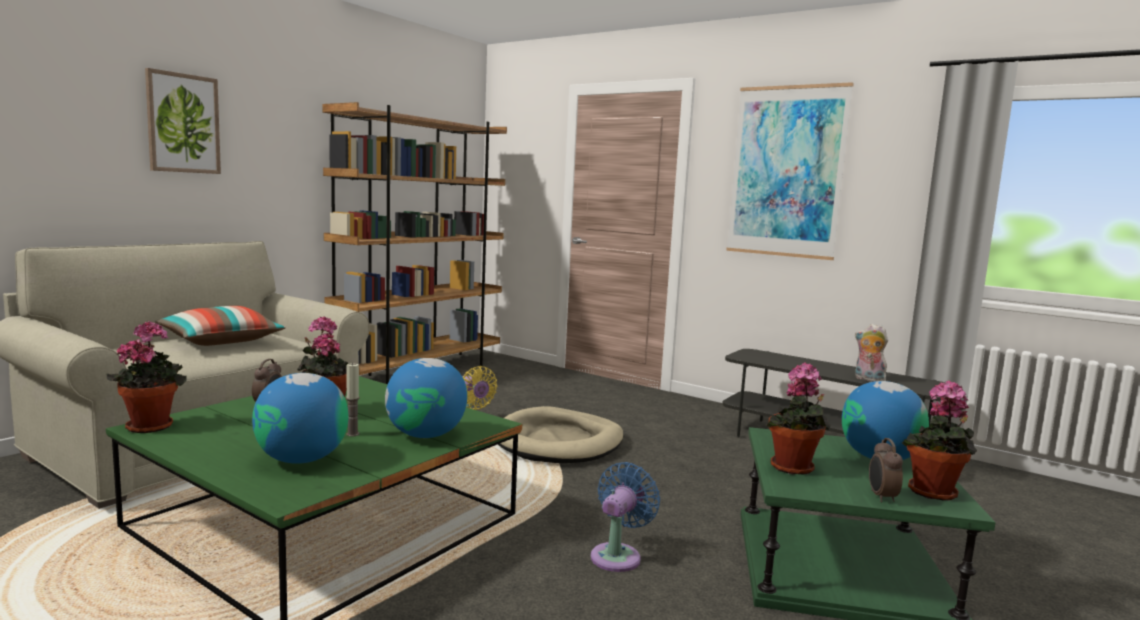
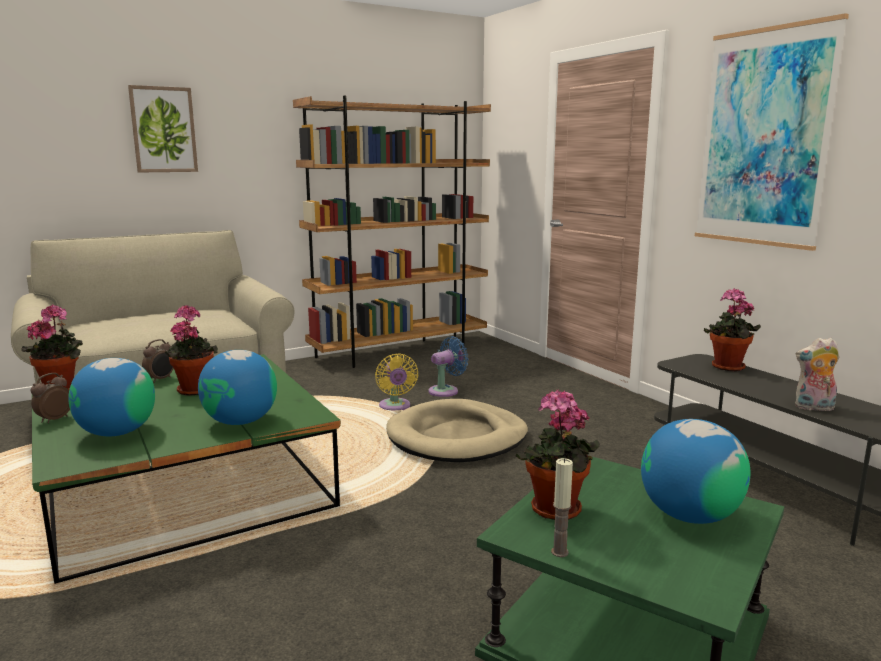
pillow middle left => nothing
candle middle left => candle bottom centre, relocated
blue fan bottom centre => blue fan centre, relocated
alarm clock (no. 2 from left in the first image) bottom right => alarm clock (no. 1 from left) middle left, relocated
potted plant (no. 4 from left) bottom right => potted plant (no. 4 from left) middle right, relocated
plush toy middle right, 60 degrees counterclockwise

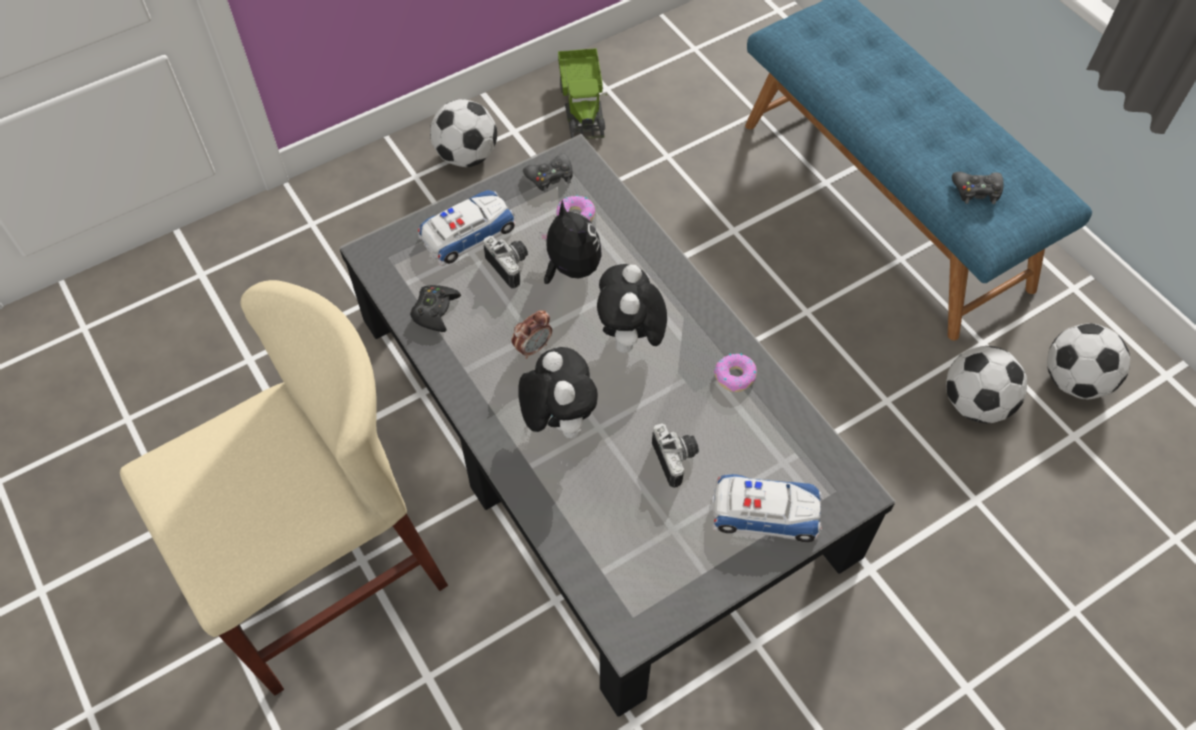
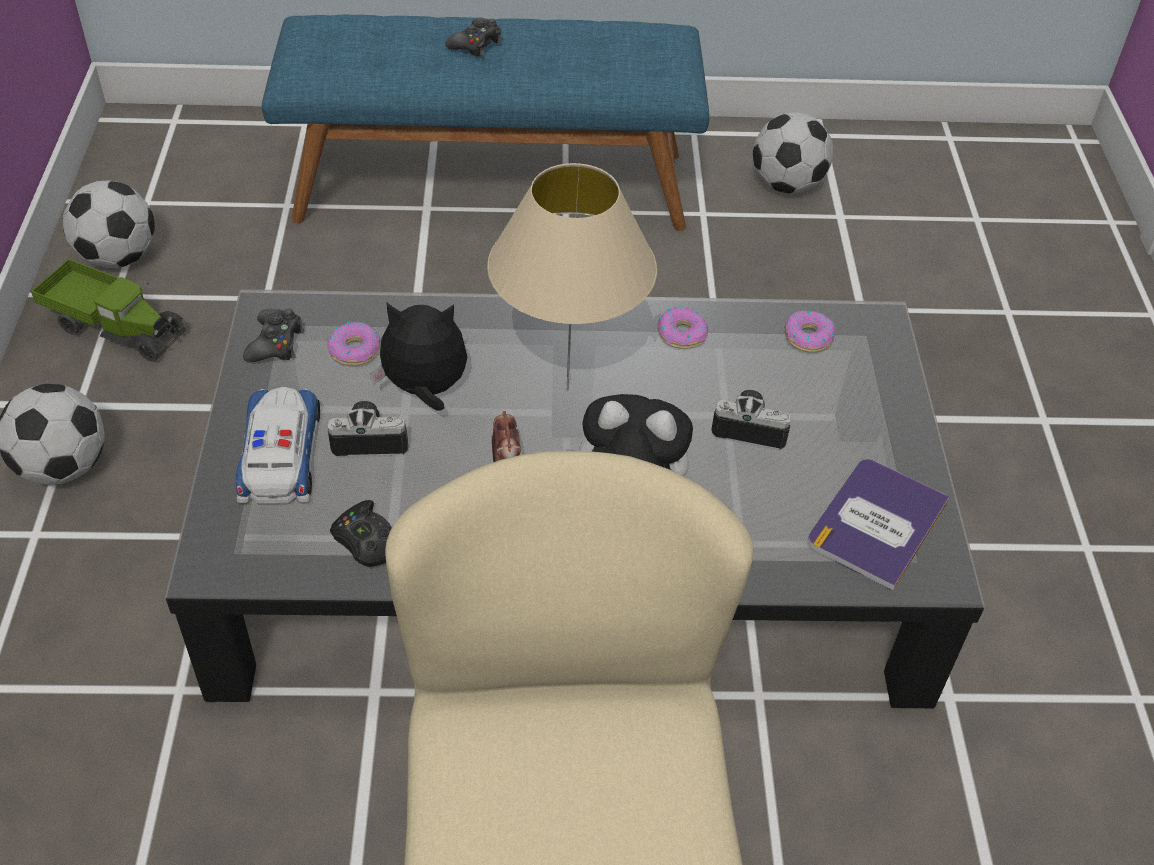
toy car (no. 2 from left) bottom centre => nothing
nothing => donut (no. 3 from left) middle right
nothing => book middle right
football (no. 2 from left) middle right => football (no. 2 from left) top left, relocated
black game controller (no. 3 from left) top right => black game controller (no. 3 from left) top centre, relocated
plush toy (no. 3 from left) centre => beige table lamp top centre

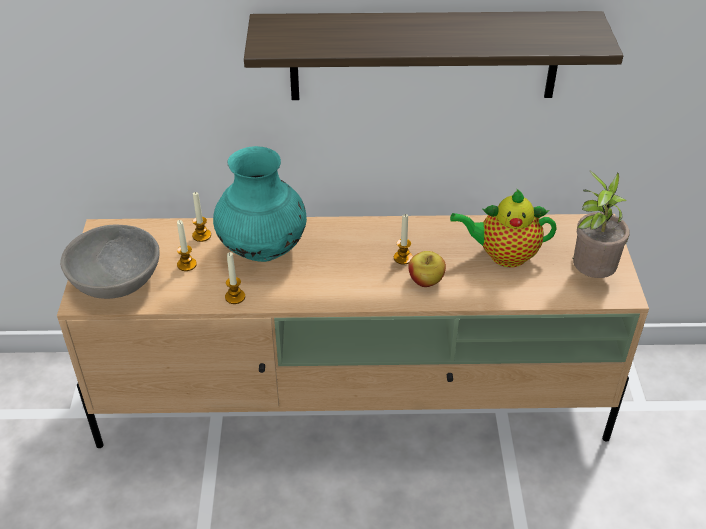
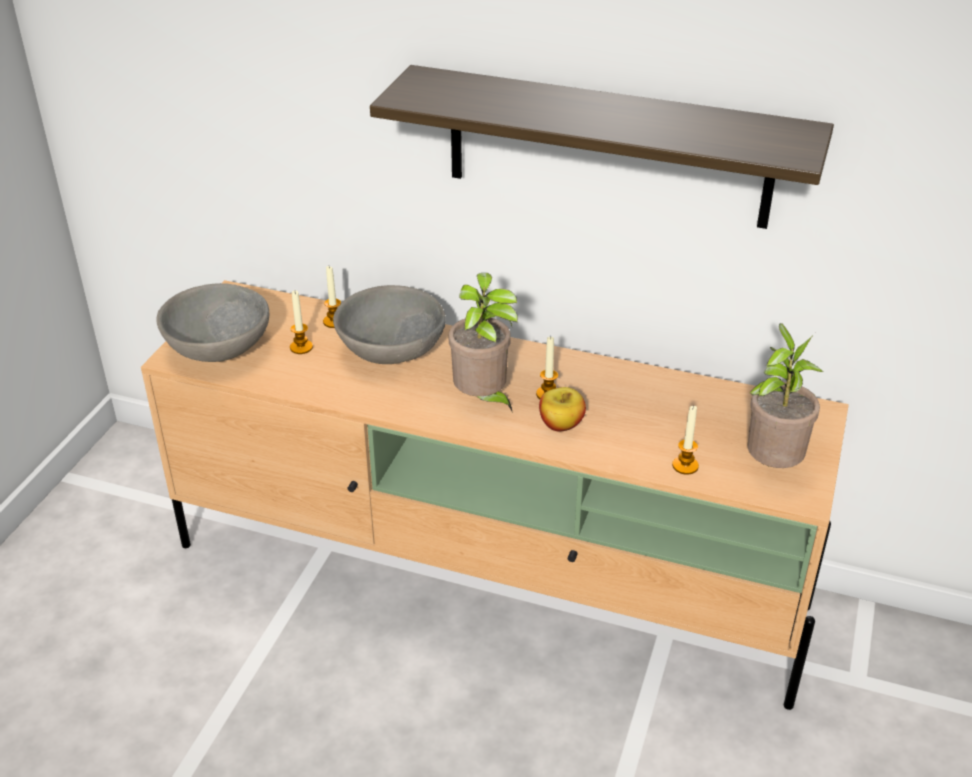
teapot middle right => nothing
nothing => potted plant (no. 1 from left) centre
candle (no. 3 from left in the first image) middle left => candle (no. 4 from left) middle right, relocated
turquoise vase centre => grey bowl (no. 2 from left) centre

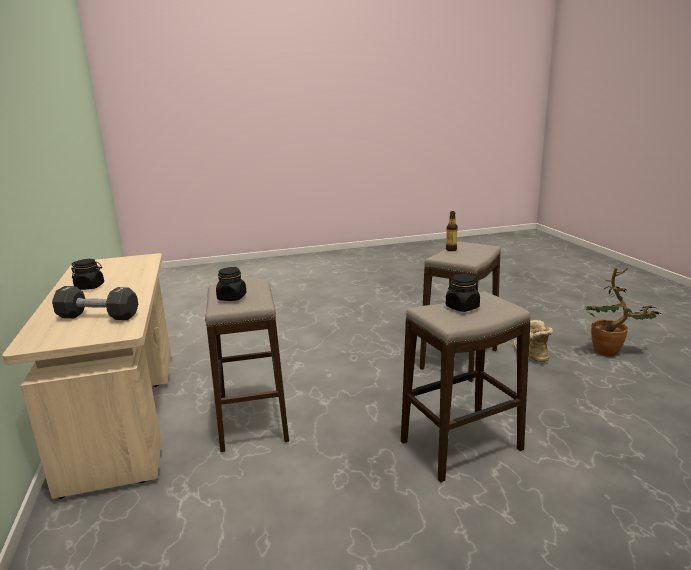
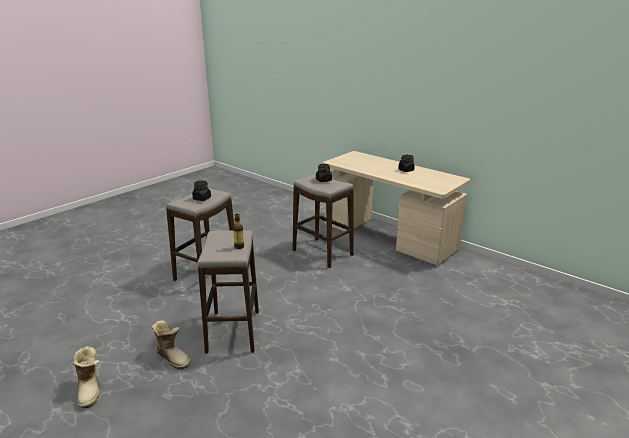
black dumbbell middle left => nothing
potted plant middle right => boot (no. 1 from left) bottom left

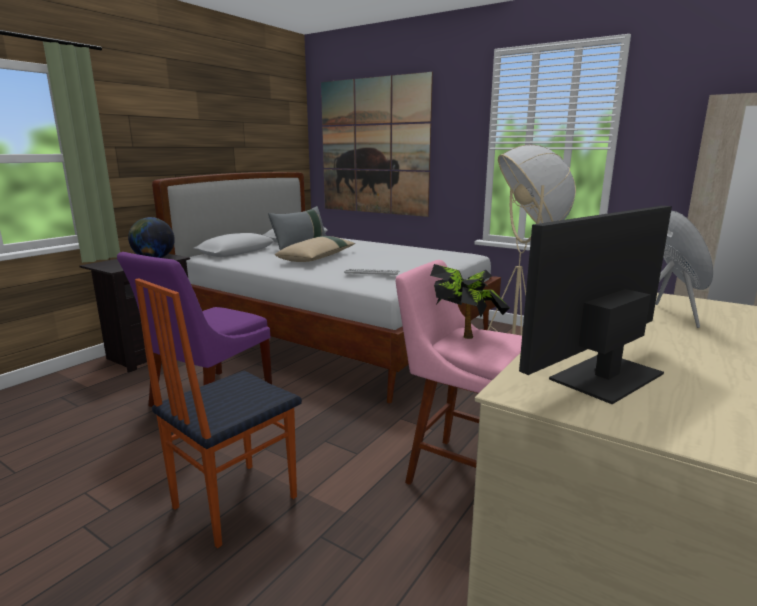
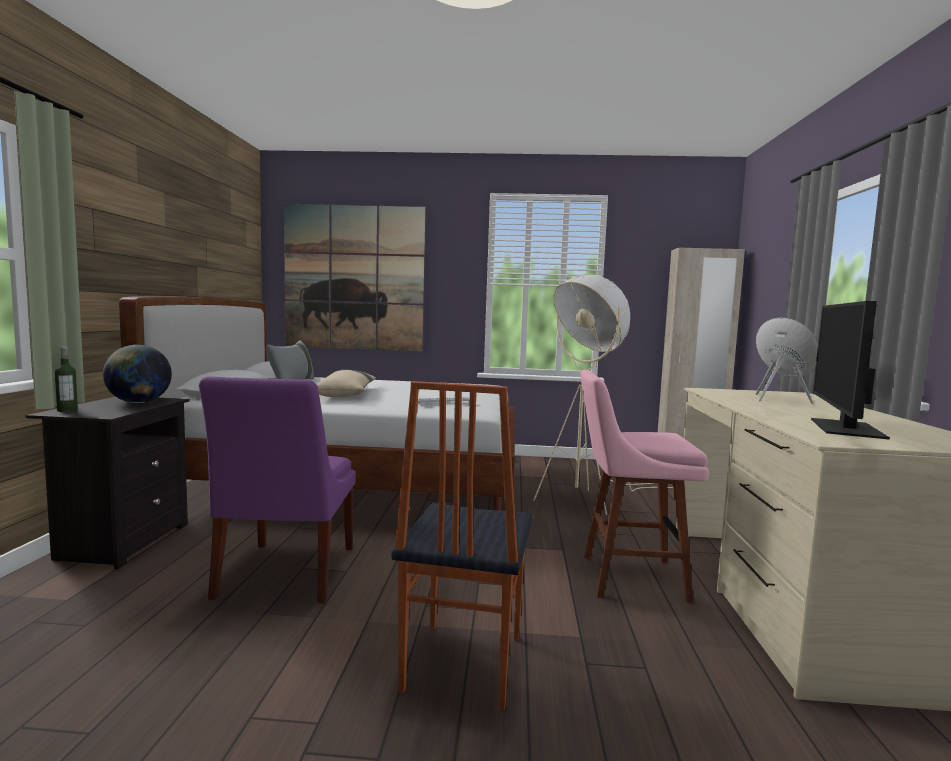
potted plant centre => nothing
nothing => bottle middle left

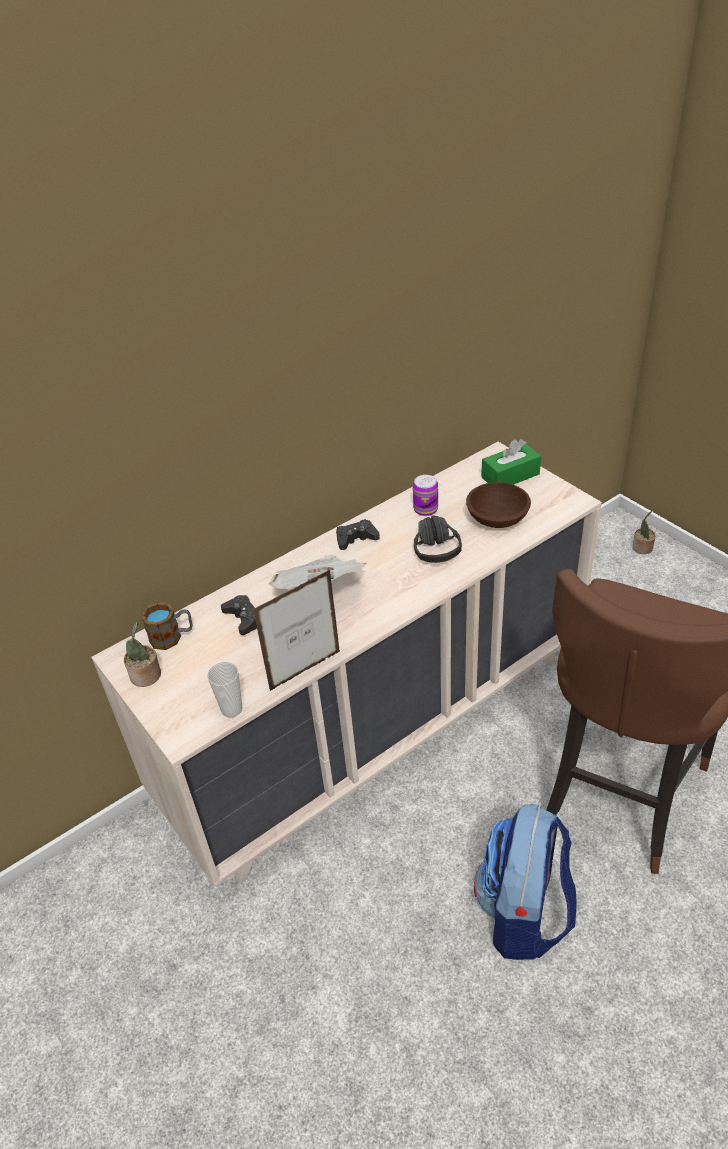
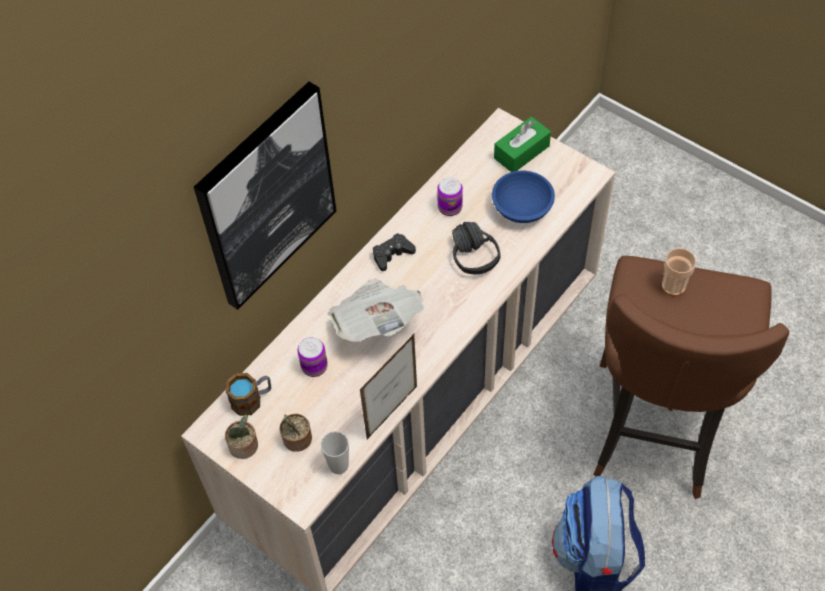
nothing => picture top left
nothing => cup (no. 2 from left) middle right
potted plant (no. 2 from left) middle right => potted plant (no. 2 from left) bottom centre, relocated
black game controller (no. 1 from left) middle left => can (no. 1 from left) centre
brown bowl middle right => blue bowl centre

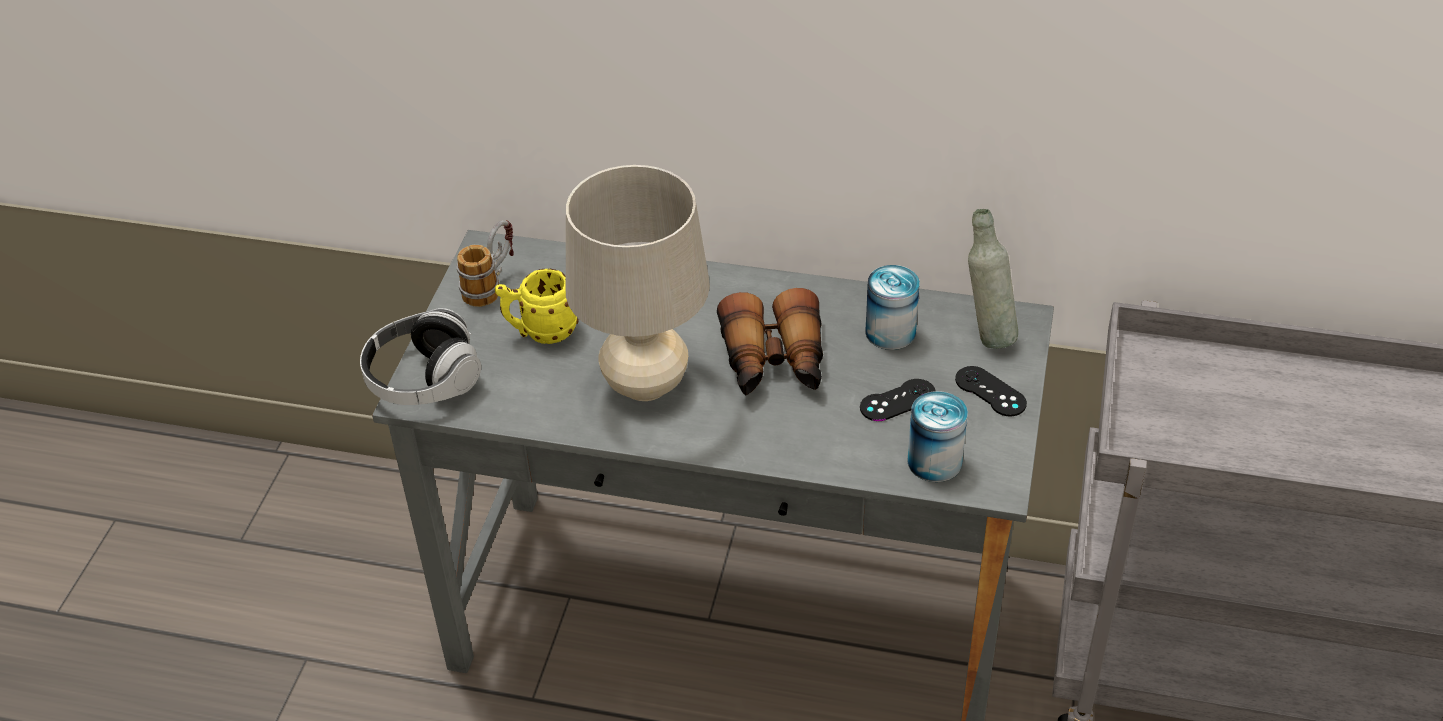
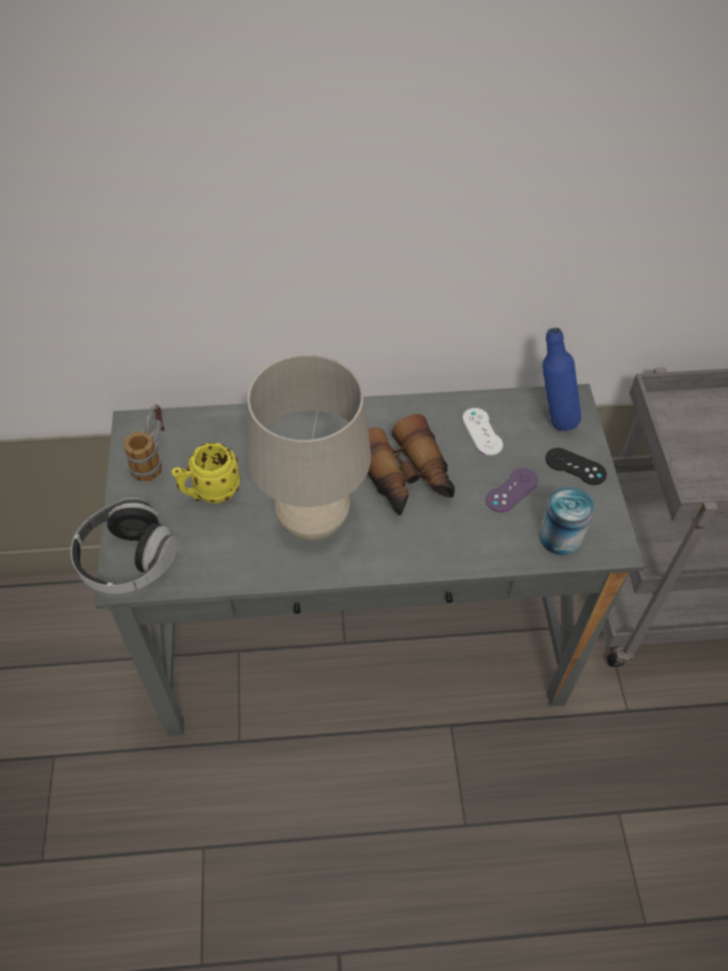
can (no. 1 from left) centre => white game controller centre
black game controller (no. 1 from left) centre => purple game controller middle right
grey bottle middle right => blue bottle middle right

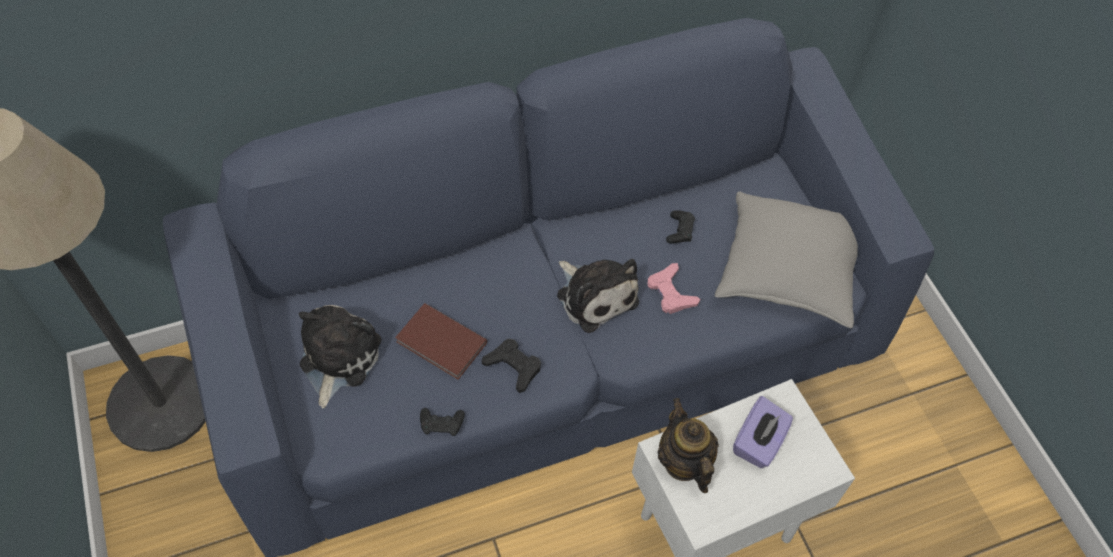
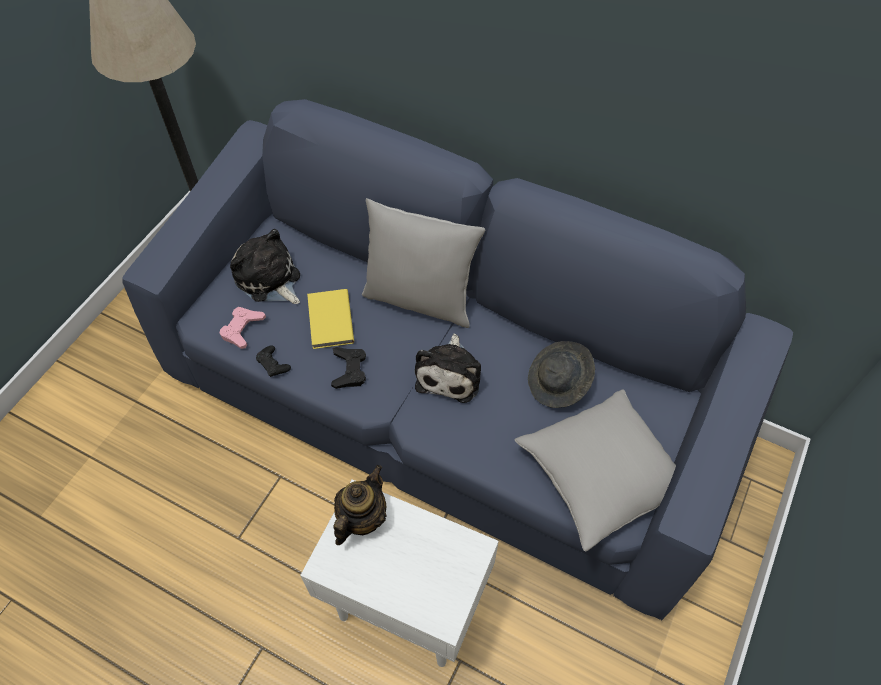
purple tissue box bottom right => nothing
nothing => grey pillow (no. 1 from left) centre
pink game controller centre => pink game controller middle left, relocated
black game controller (no. 3 from left) centre => grey hat centre
brown book centre => yellow book centre
plush toy (no. 1 from left) middle left, 105 degrees counterclockwise

